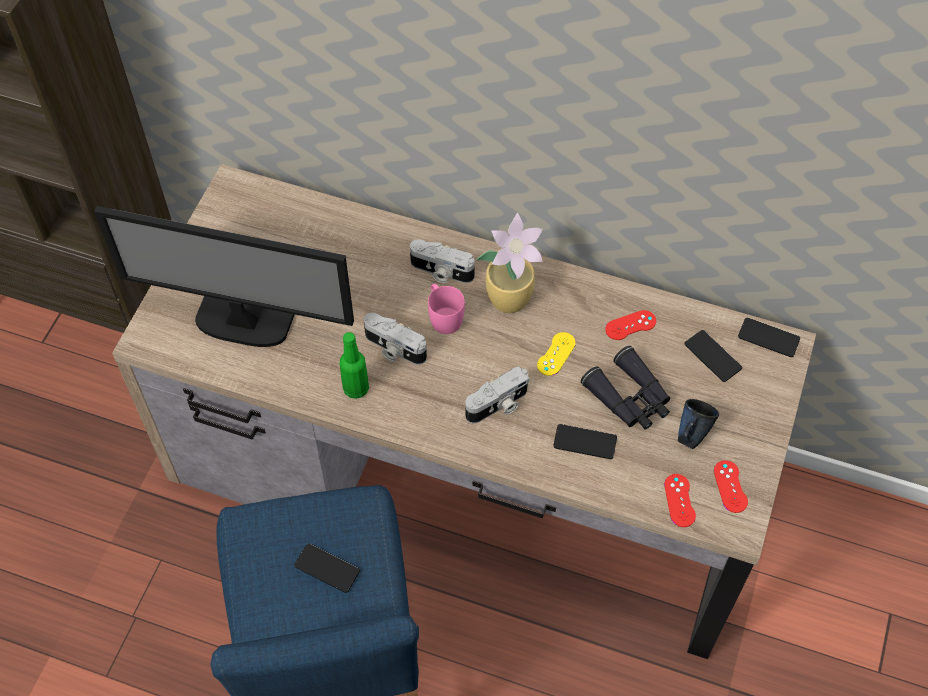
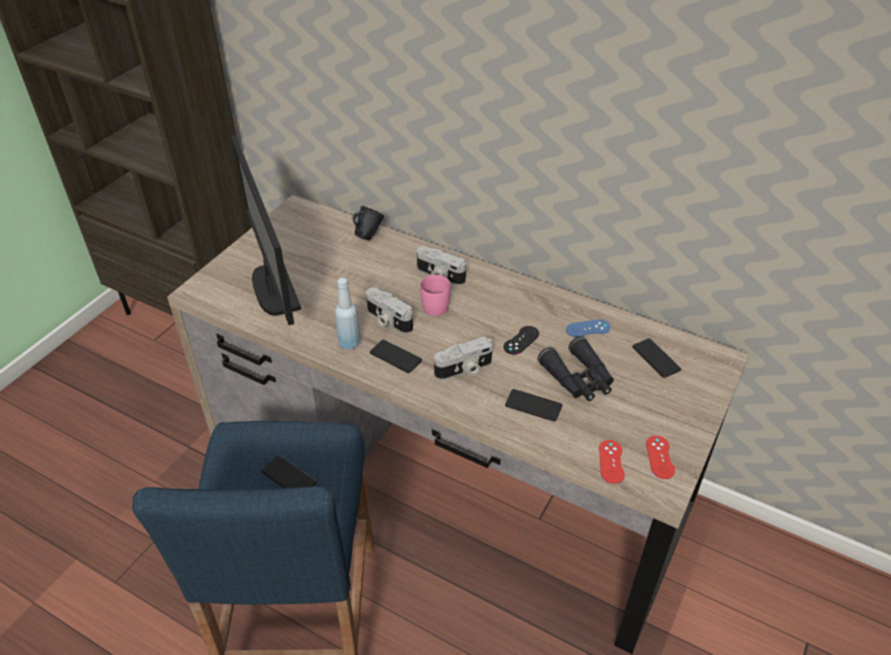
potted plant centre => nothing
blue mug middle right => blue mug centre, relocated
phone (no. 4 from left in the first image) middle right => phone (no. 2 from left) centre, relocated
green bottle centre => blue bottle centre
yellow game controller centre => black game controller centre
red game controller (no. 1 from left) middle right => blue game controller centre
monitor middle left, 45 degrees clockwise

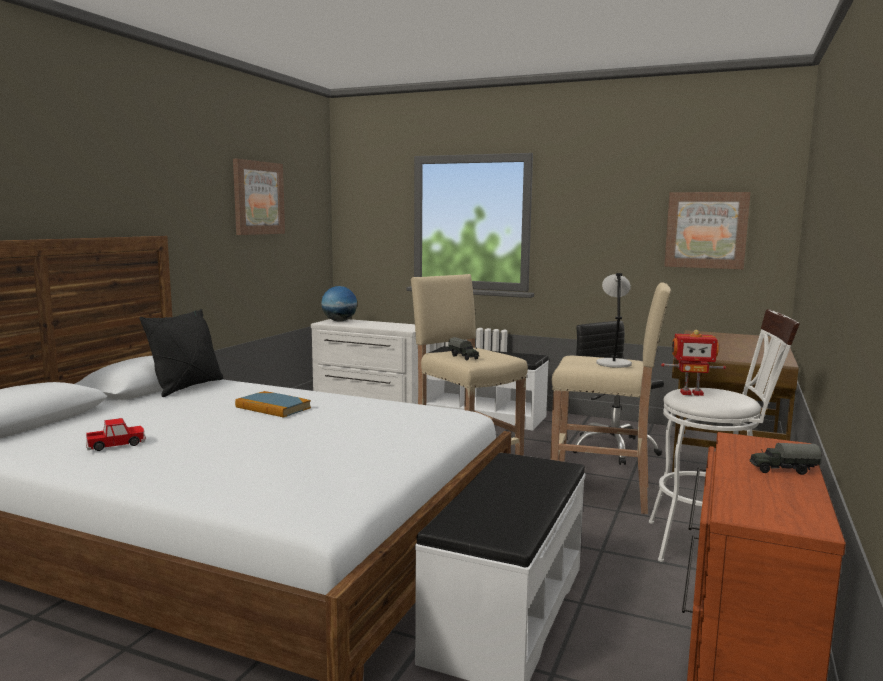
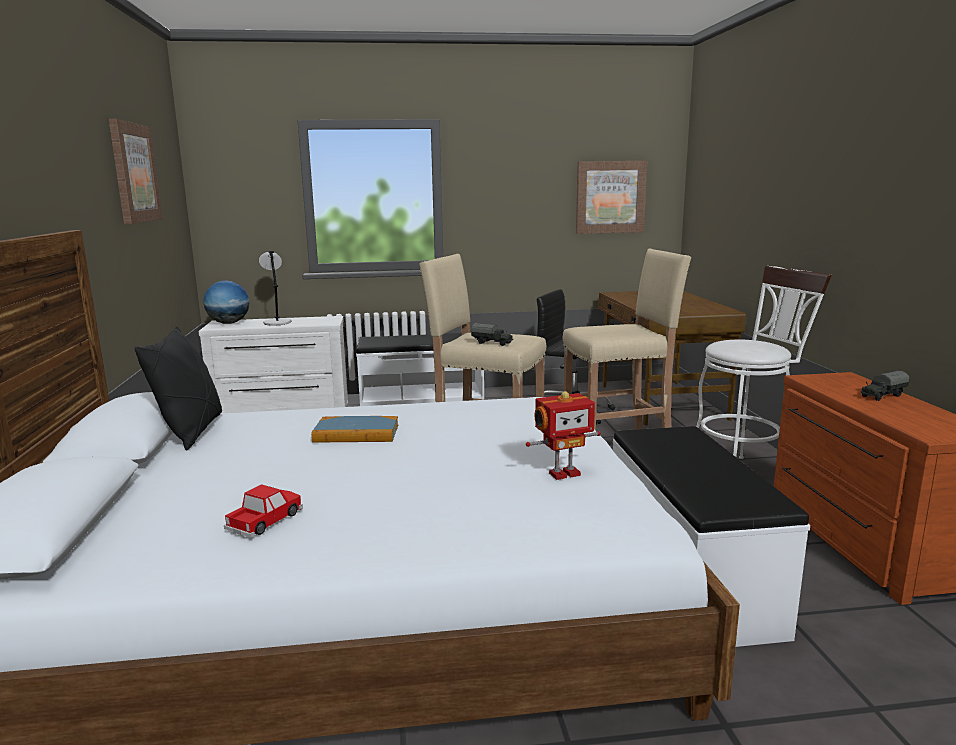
grey table lamp middle right => grey table lamp middle left, relocated
toy robot middle right => toy robot centre, relocated

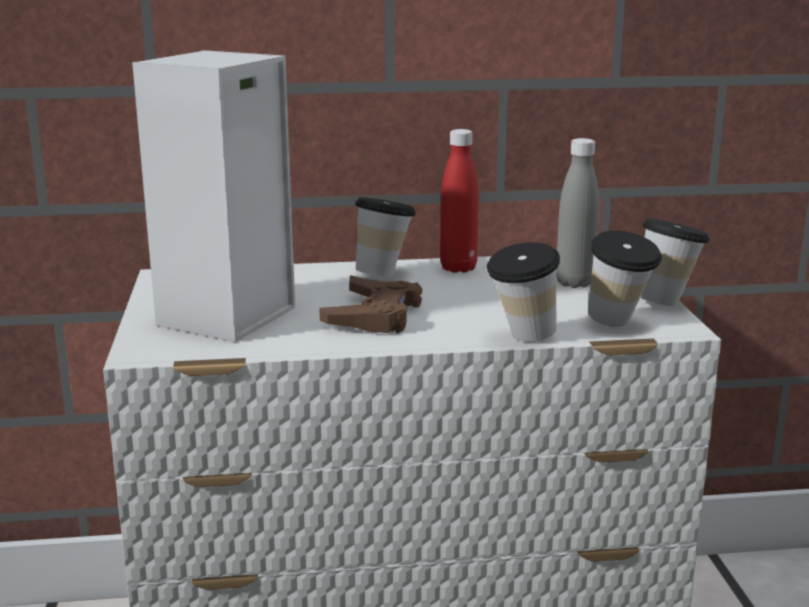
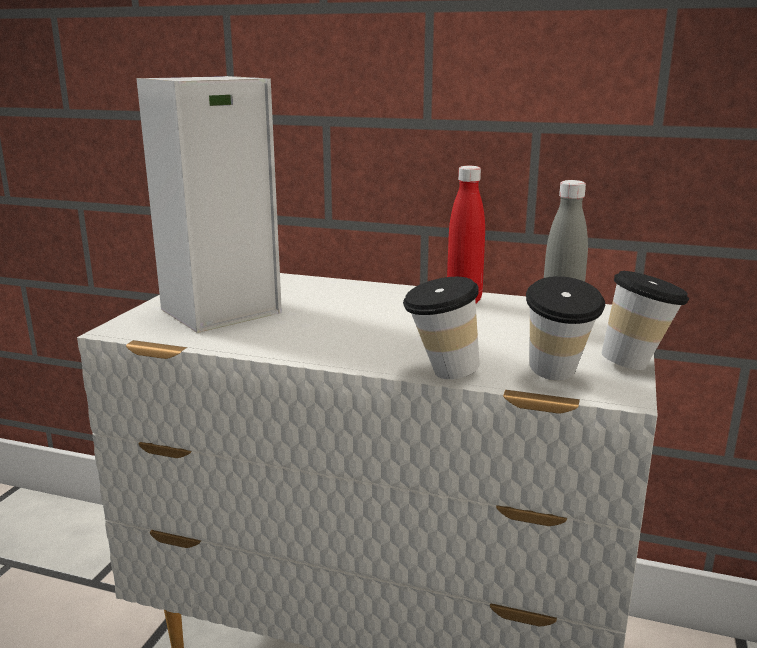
brown game controller centre => nothing
cup (no. 1 from left) centre => nothing

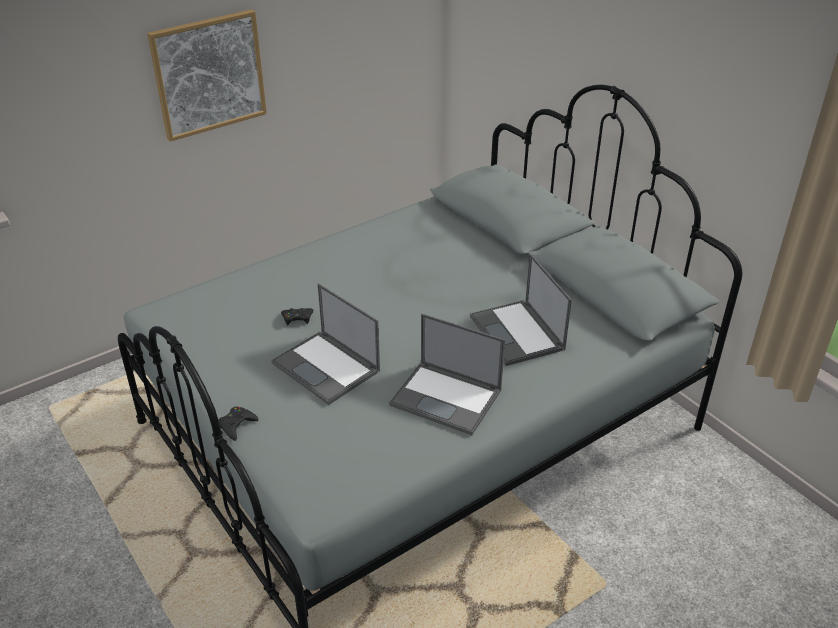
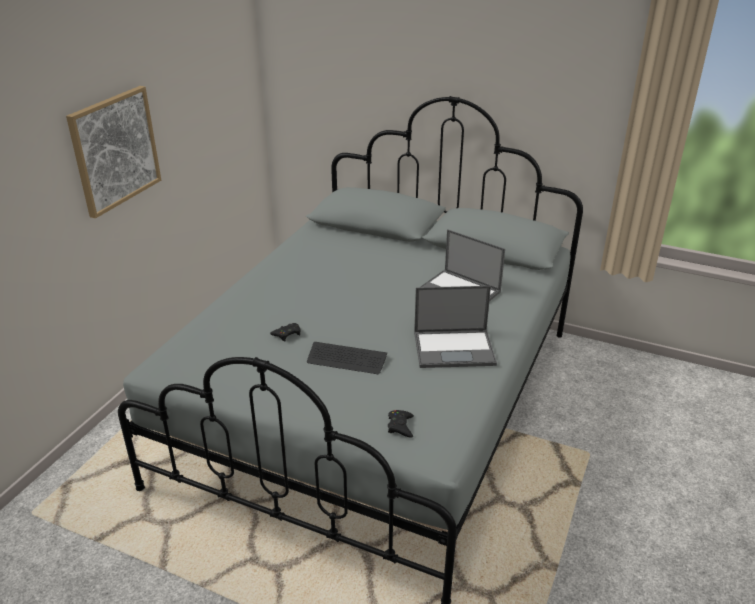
black game controller (no. 1 from left in the first image) bottom left => black game controller (no. 2 from left) bottom centre, relocated
laptop (no. 1 from left) centre => keyboard centre

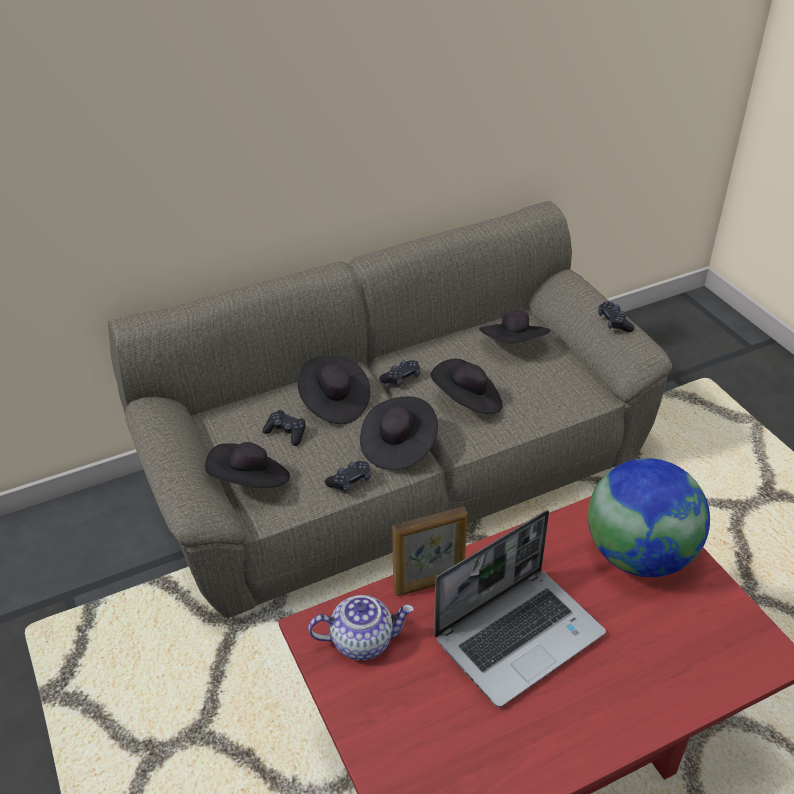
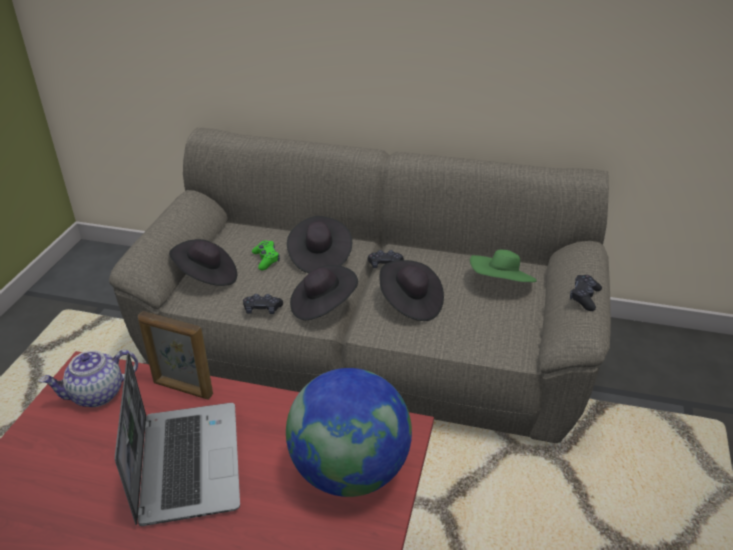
black game controller (no. 1 from left) centre => green game controller centre
black hat (no. 5 from left) centre => green hat middle right
teapot bottom centre => teapot bottom left, 120 degrees clockwise
laptop bottom centre => laptop bottom left, 105 degrees counterclockwise

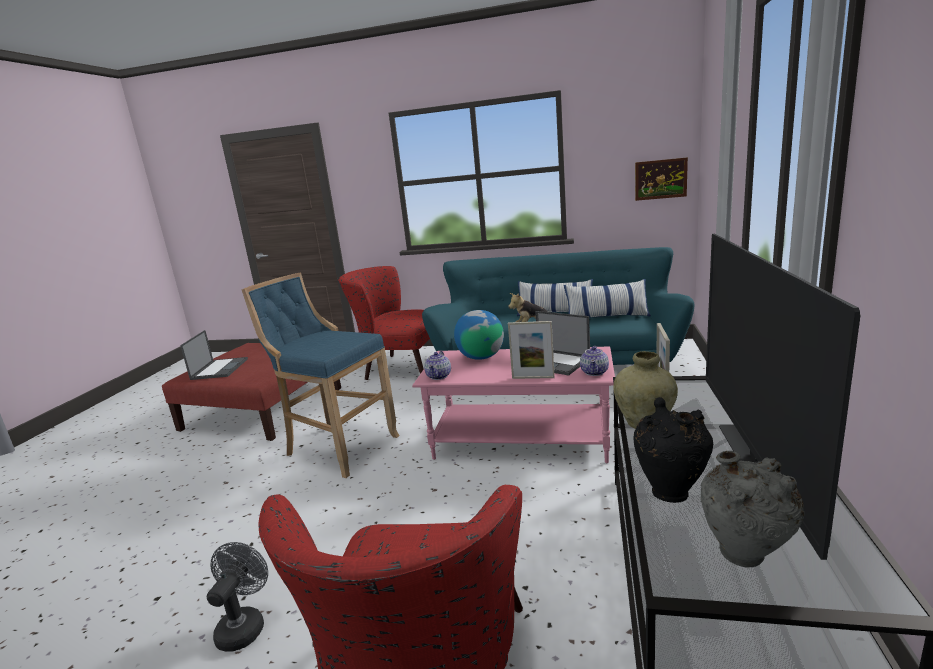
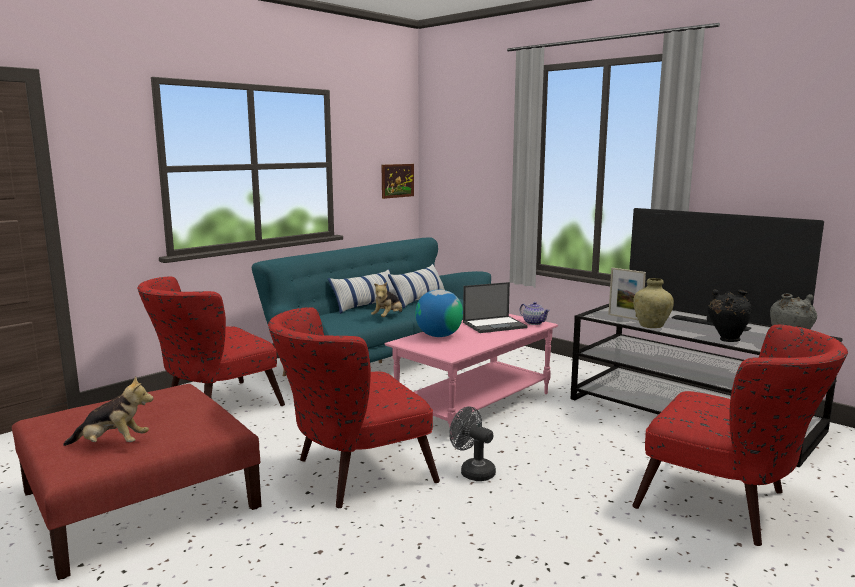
teapot (no. 1 from left) centre => nothing
picture frame (no. 1 from left) centre => nothing
grey fan bottom left => grey fan bottom centre, relocated
laptop (no. 1 from left) middle left => plush toy (no. 1 from left) bottom left
blue stool centre => red armchair (no. 2 from left) bottom centre

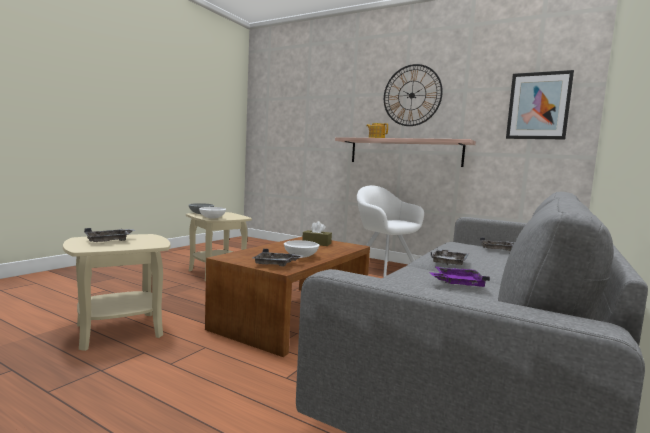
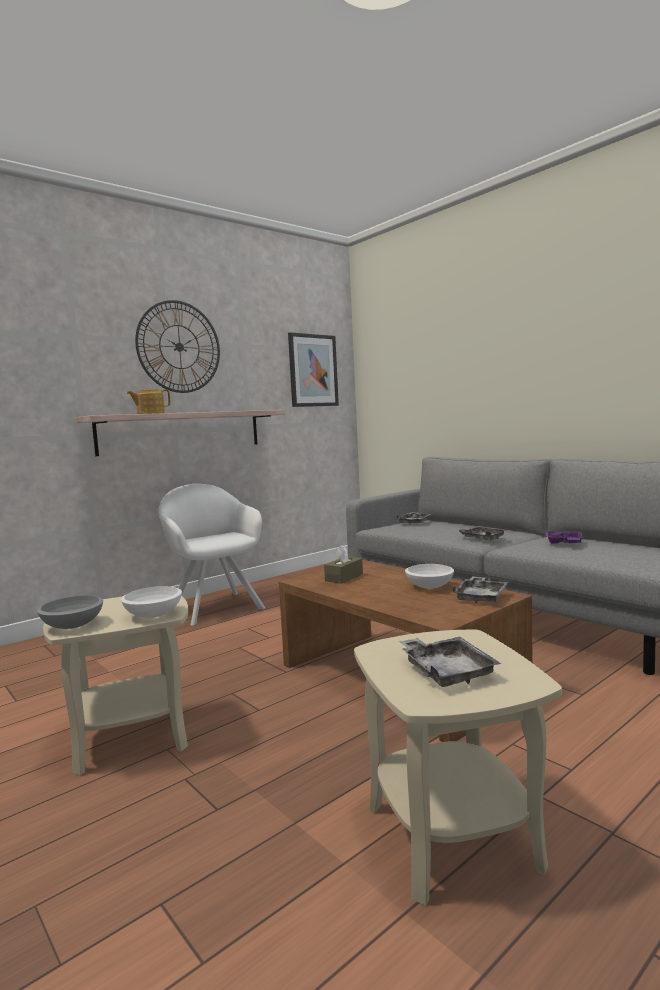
white armchair centre => white armchair middle left, 75 degrees clockwise

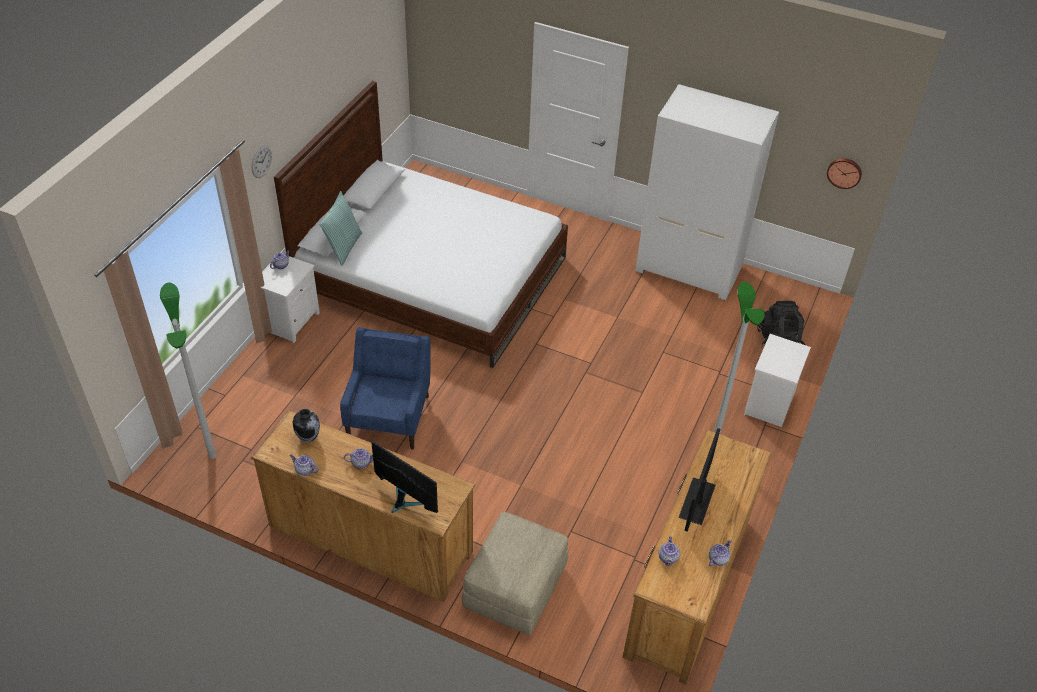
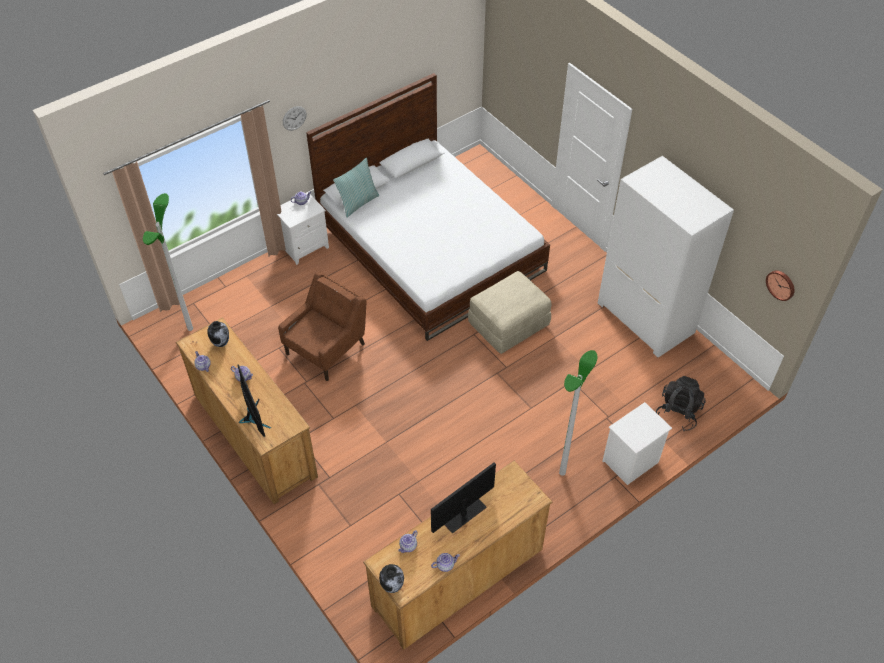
nothing => vase (no. 2 from left) bottom centre
beige ottoman bottom centre => beige ottoman centre, relocated
blue armchair centre => brown armchair centre

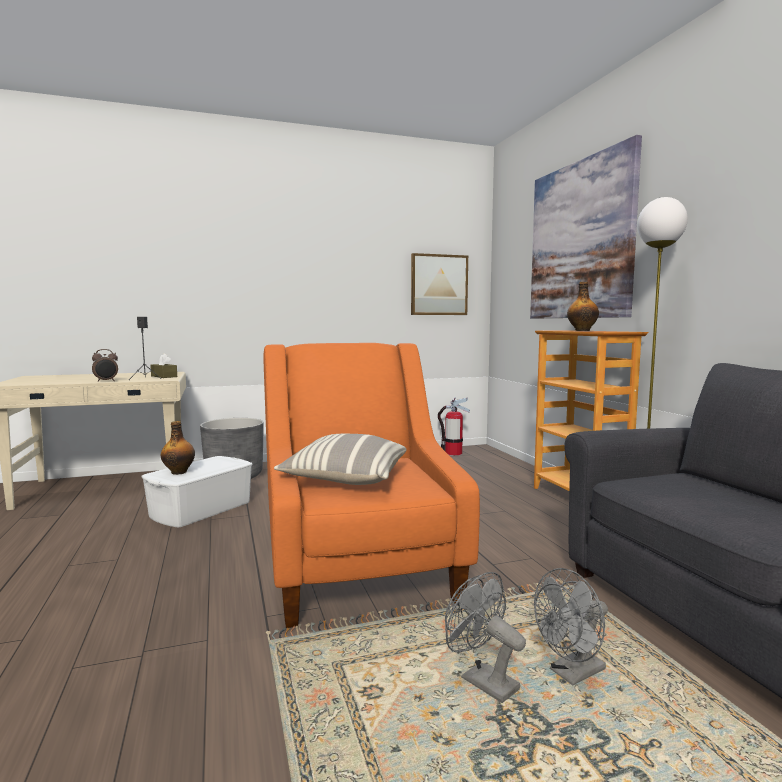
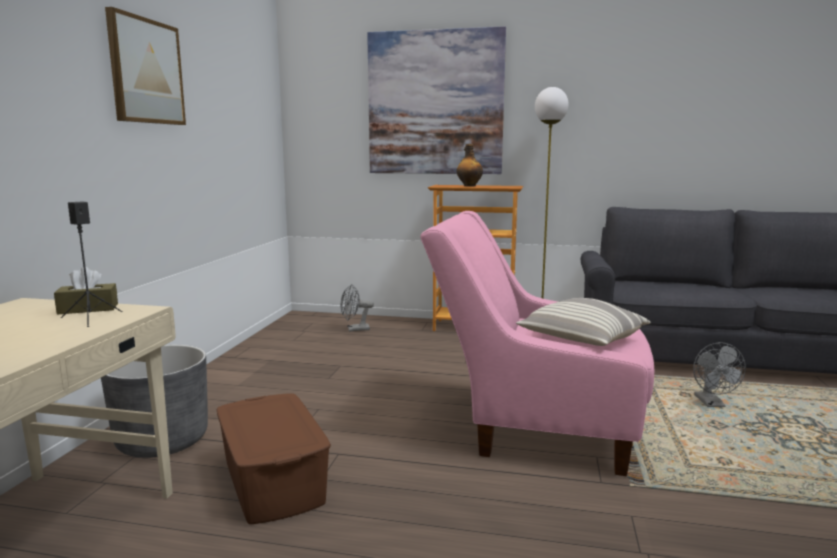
alarm clock middle left => nothing
bottle (no. 1 from left) middle left => nothing
fire extinguisher centre => nothing
picture (no. 1 from left) centre => picture (no. 1 from left) top left, relocated
grey fan (no. 1 from left) bottom centre => grey fan (no. 1 from left) centre, relocated
white storage box middle left => brown storage box bottom left
orange armchair centre => pink armchair centre

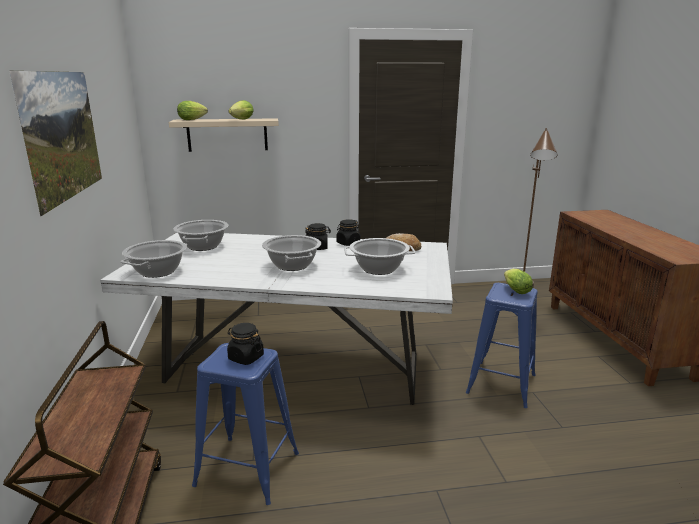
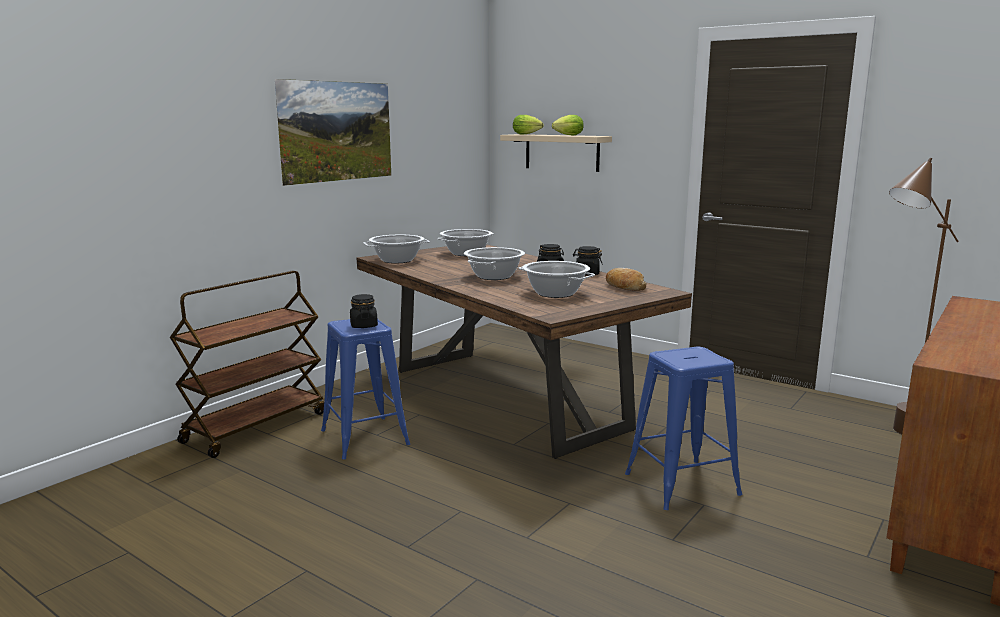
lettuce (no. 3 from left) middle right => nothing
white dining table centre => brown dining table centre

